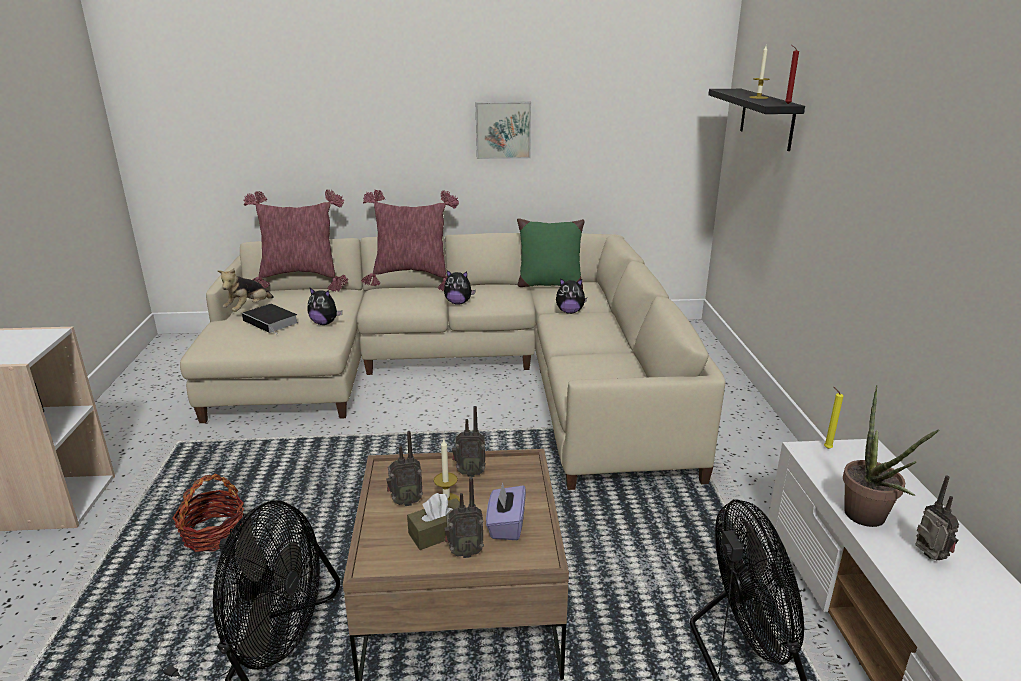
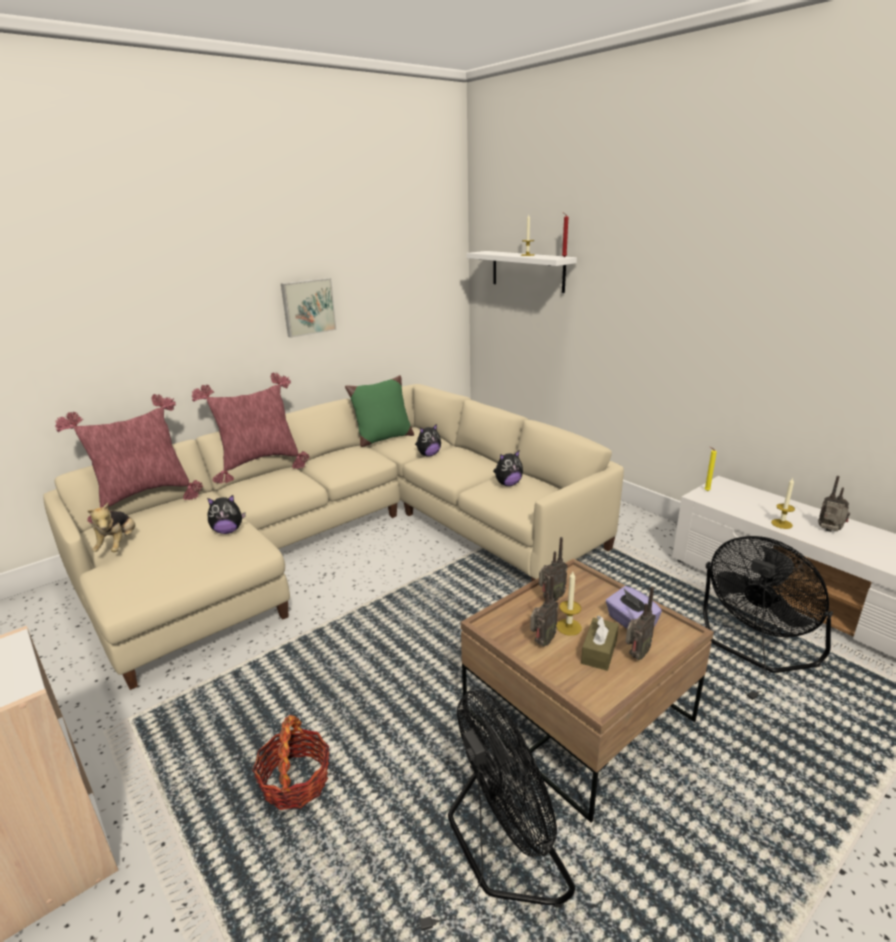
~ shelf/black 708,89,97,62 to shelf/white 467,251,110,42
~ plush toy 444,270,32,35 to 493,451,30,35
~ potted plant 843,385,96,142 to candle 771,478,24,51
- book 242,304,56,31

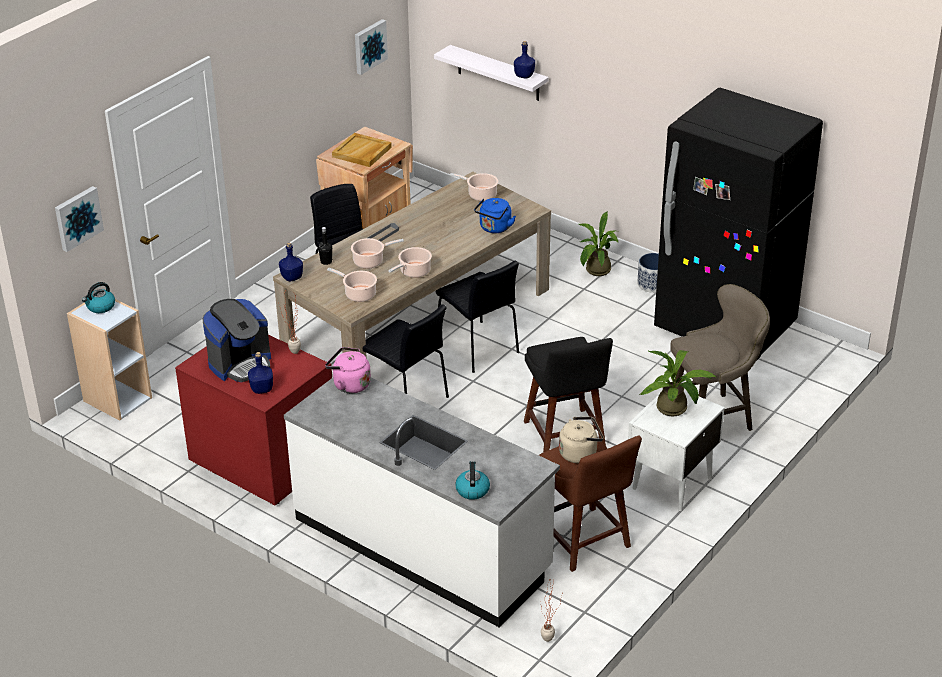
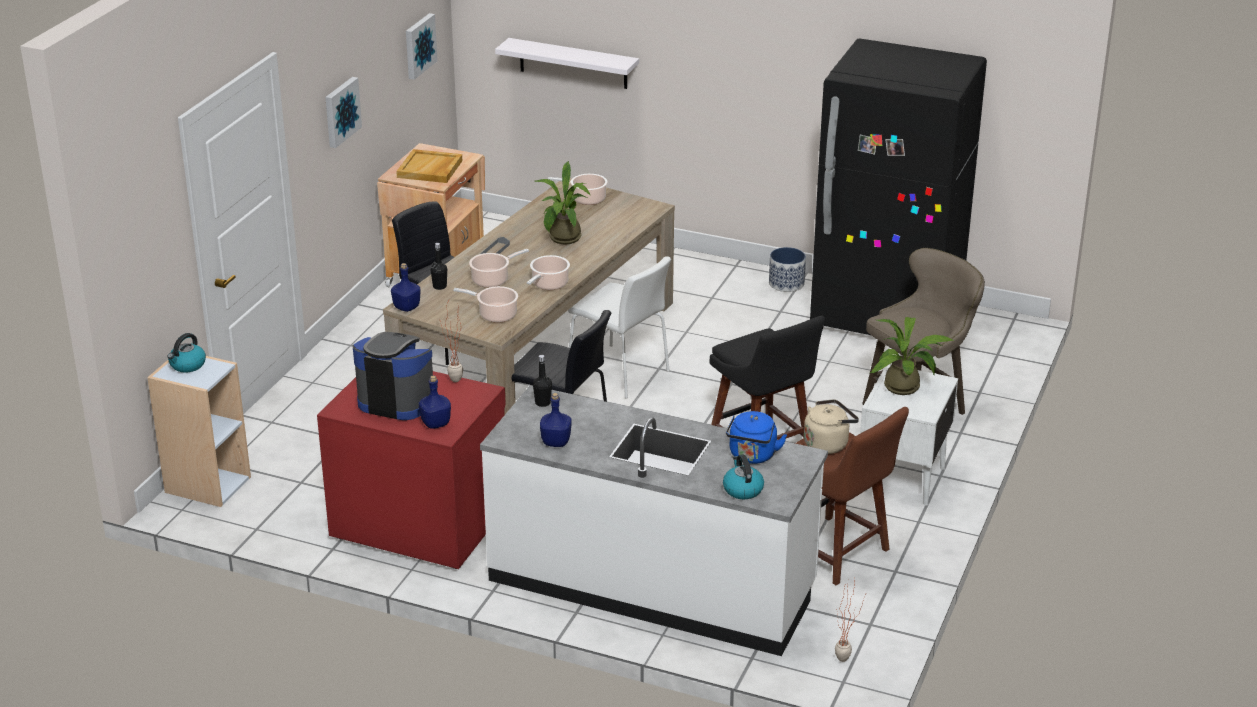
~ picture 55,186,49,66 to 325,77,37,71
~ coffee machine 202,299,69,83 = 353,332,80,88 105 degrees counterclockwise
~ kettle/pink 325,347,46,46 to bottle/black 533,355,19,52
~ potted plant 579,211,40,65 to 535,161,55,83
~ bottle/blue 514,41,21,37 to 540,393,32,54
~ chair/black 436,260,83,113 to chair/white 568,256,103,143
~ kettle/blue 474,198,42,35 to 726,411,61,53

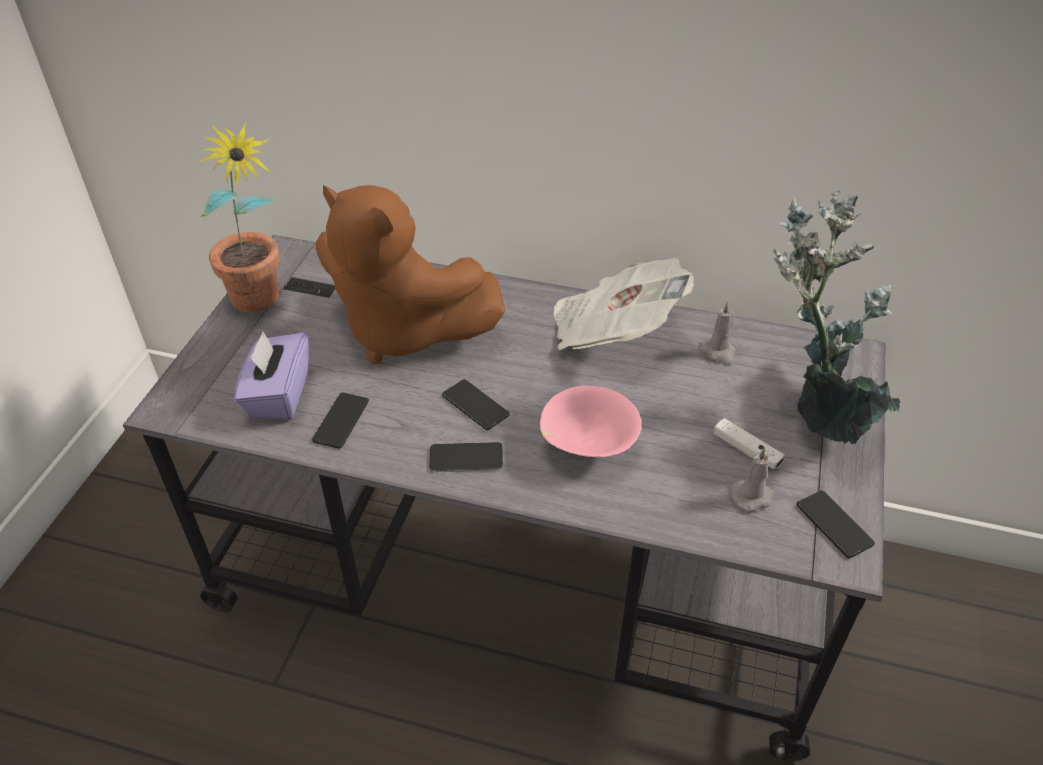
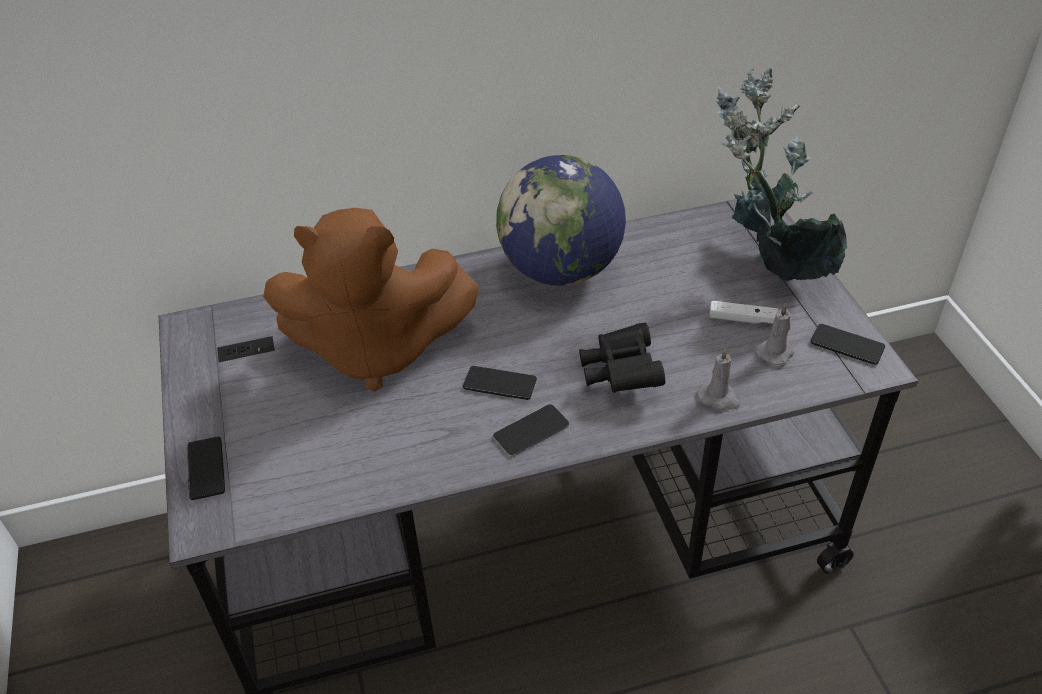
~ phone 312,392,57,57 to 187,436,38,64
~ newspaper 554,258,140,92 to globe 496,155,130,131
~ bowl/pink 540,386,102,71 to binoculars/black 579,323,86,70
~ candle/grey 700,302,36,63 to 697,348,43,62
- potted plant 199,124,80,188
- tissue box/purple 234,332,75,88

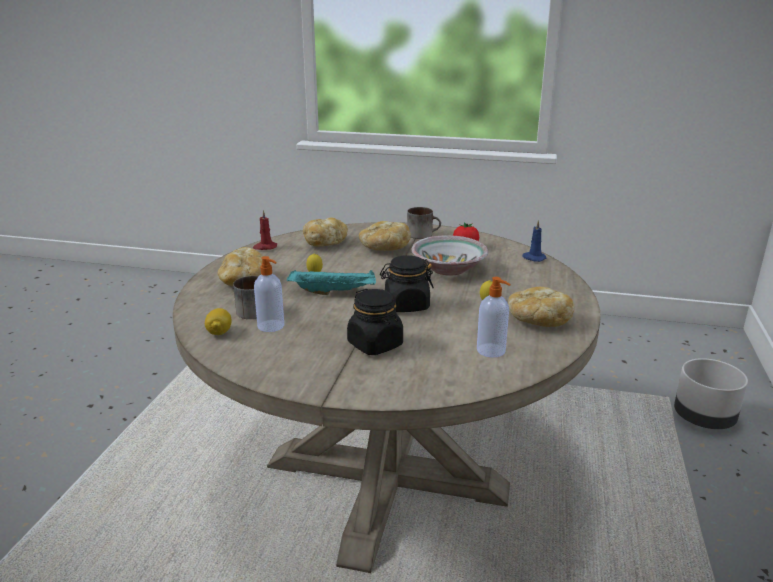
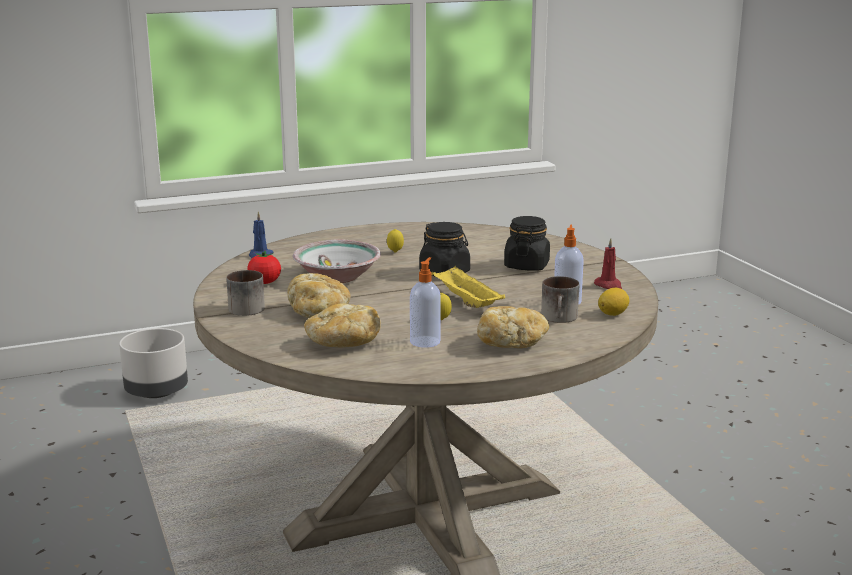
~ soap dispenser 477,277,34,80 to 410,257,31,91
~ tray/turquoise 287,270,89,25 to tray/yellow 431,267,74,41
~ candle/red 253,210,24,40 to 594,238,28,51
- bread 508,287,67,40

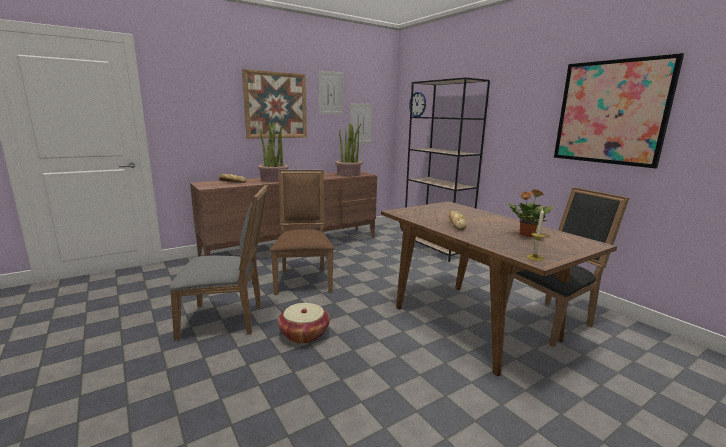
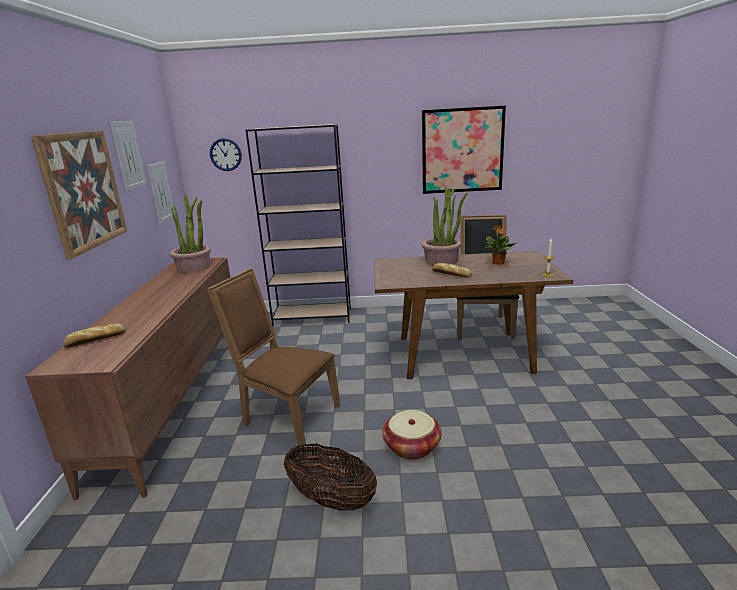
~ chair/grey 169,185,99,155 to basket 284,443,93,67
~ potted plant 258,123,31,59 to 422,187,46,78

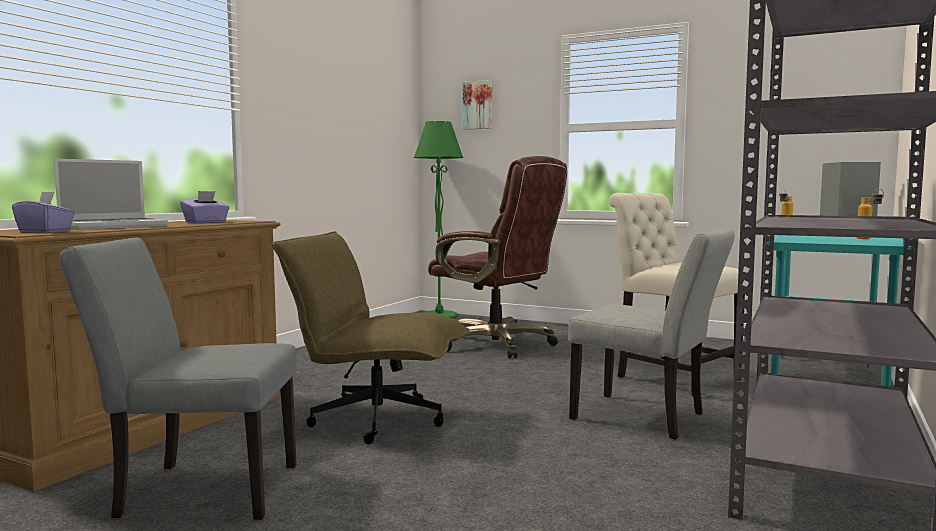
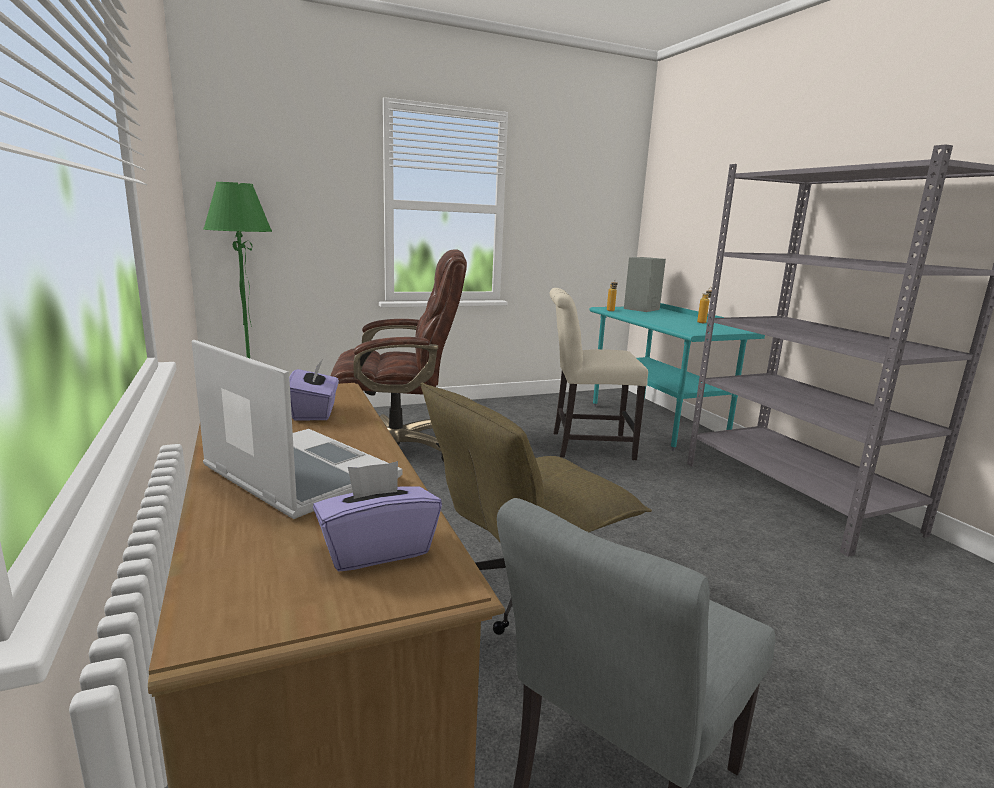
~ laptop 54,158,114,71 = 192,340,211,179 45 degrees counterclockwise
- picture 462,80,30,50
- chair/grey 568,228,167,212

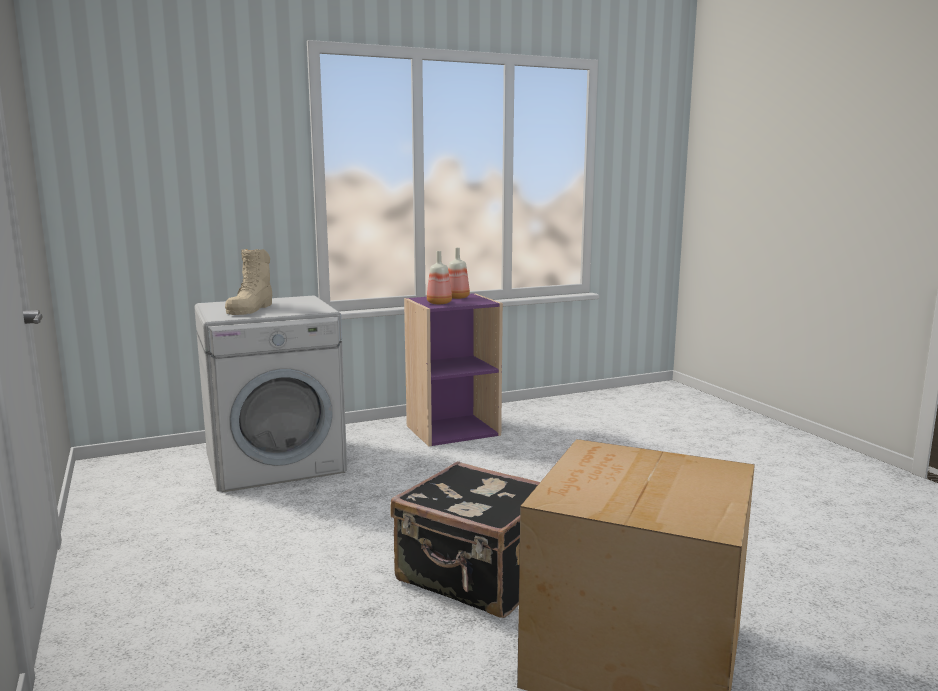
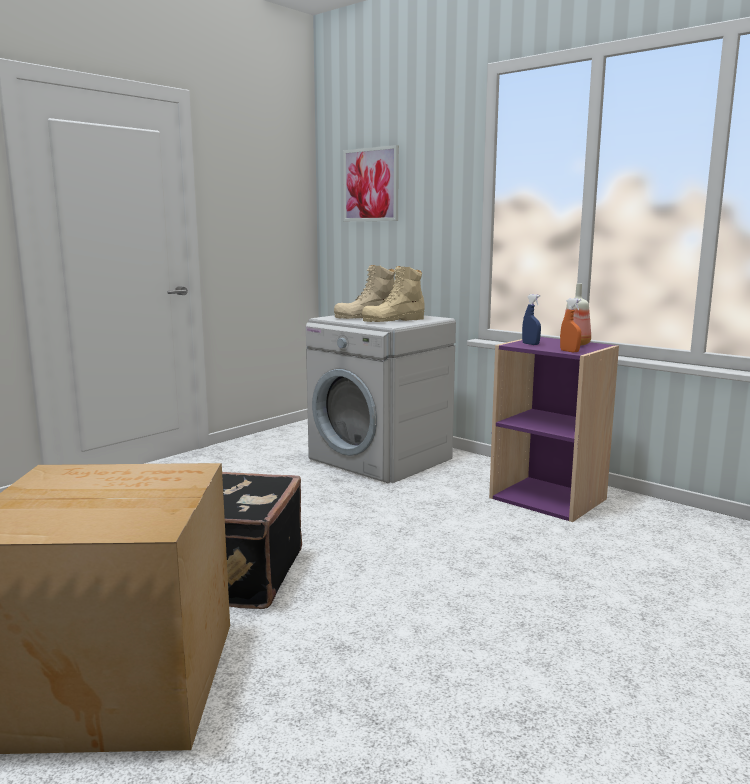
+ picture 343,145,56,76
+ boot/beige 362,266,63,56
~ bottle 427,251,25,53 to spray bottle/blue 522,294,19,51
+ spray bottle/orange 560,298,21,54

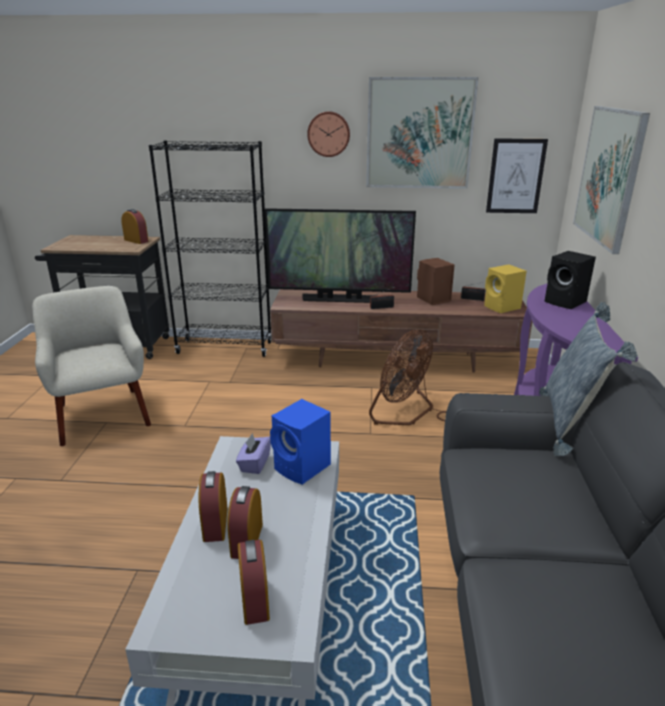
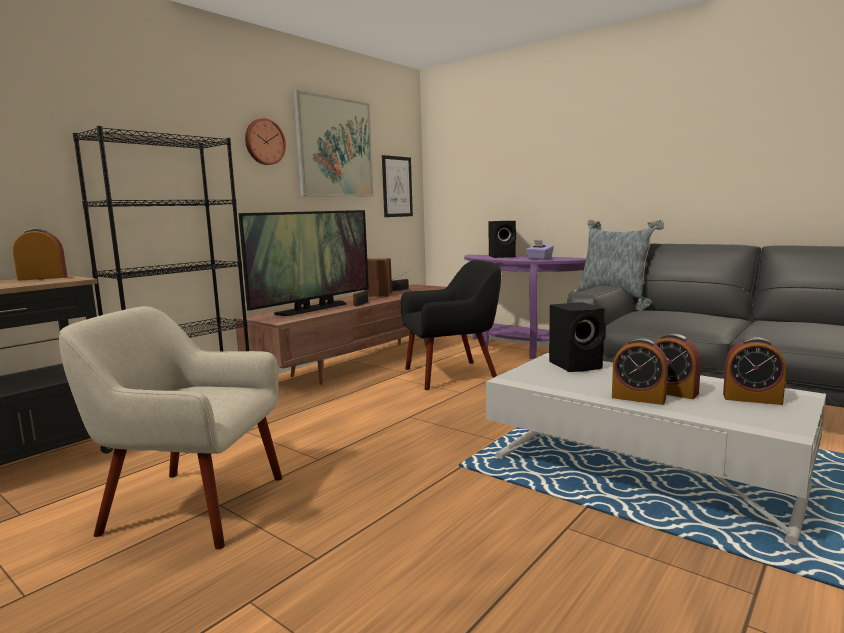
~ fan/brown 369,329,78,96 to armchair/black 401,260,100,130
~ tissue box/purple 236,433,35,41 to 526,240,28,20
~ speaker/blue 270,399,61,86 to speaker/black 549,302,57,70
- speaker/yellow 484,264,43,49
- picture 573,106,77,148

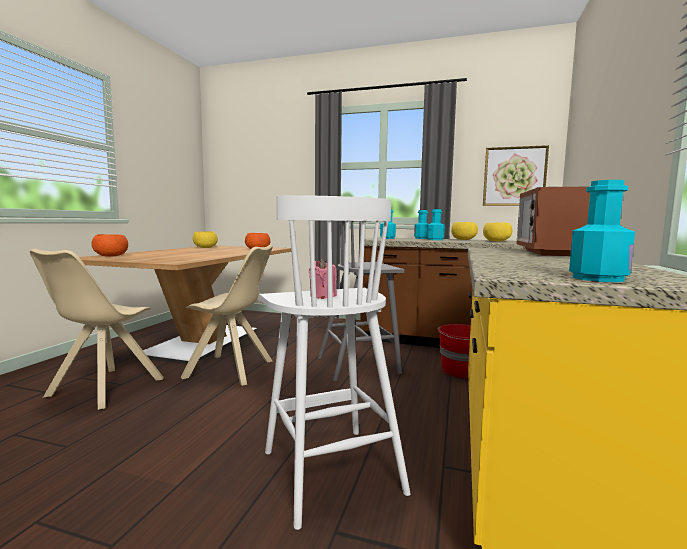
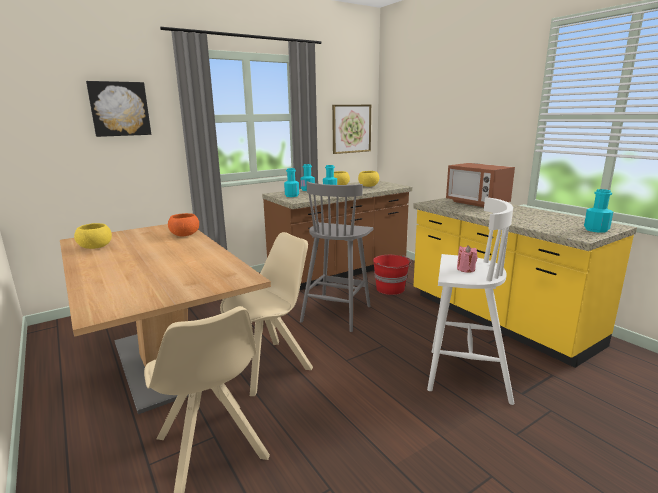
+ picture 86,81,65,56
- bowl/orange 92,234,36,23

